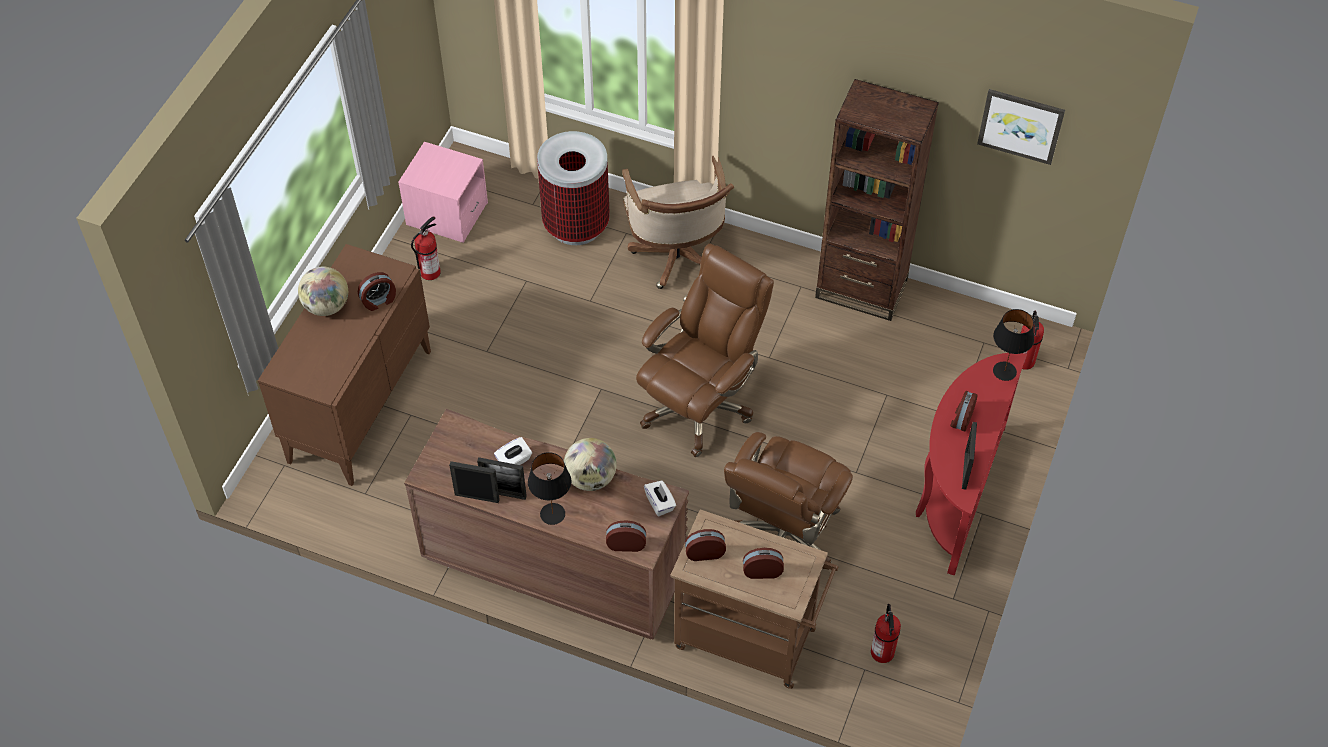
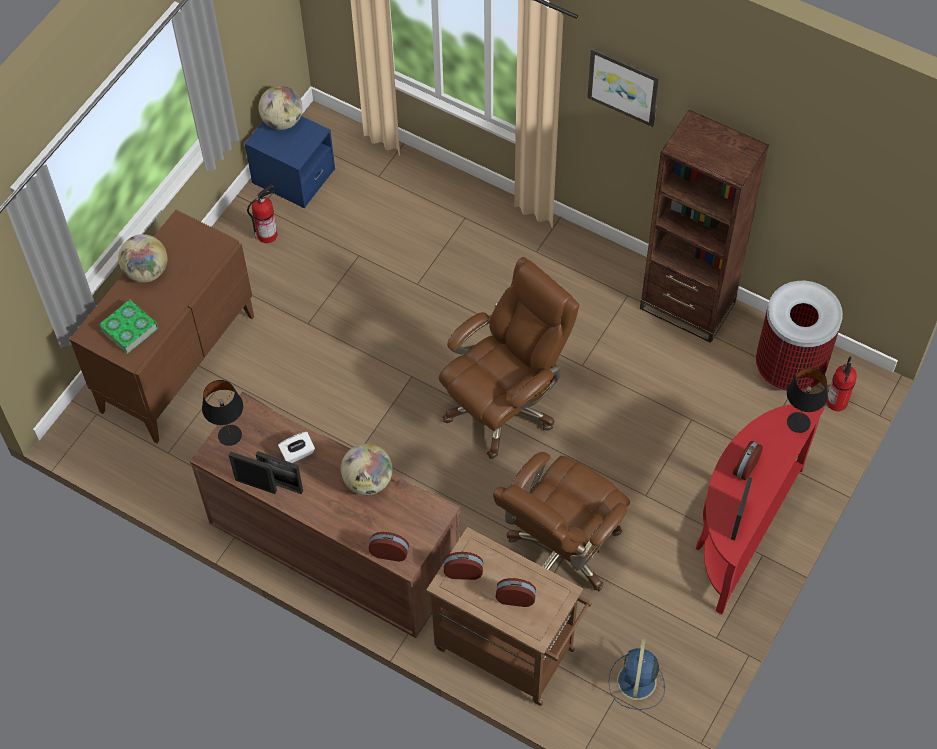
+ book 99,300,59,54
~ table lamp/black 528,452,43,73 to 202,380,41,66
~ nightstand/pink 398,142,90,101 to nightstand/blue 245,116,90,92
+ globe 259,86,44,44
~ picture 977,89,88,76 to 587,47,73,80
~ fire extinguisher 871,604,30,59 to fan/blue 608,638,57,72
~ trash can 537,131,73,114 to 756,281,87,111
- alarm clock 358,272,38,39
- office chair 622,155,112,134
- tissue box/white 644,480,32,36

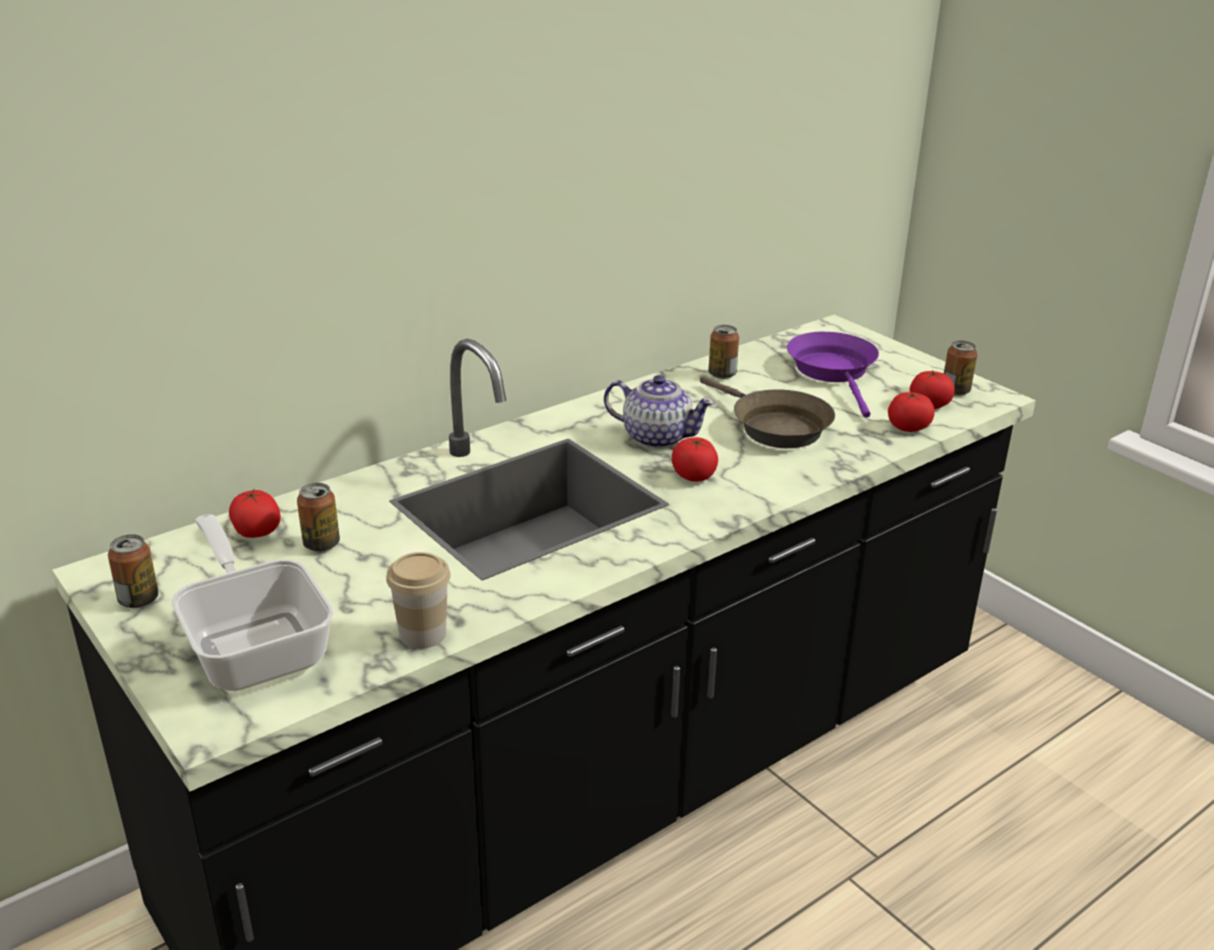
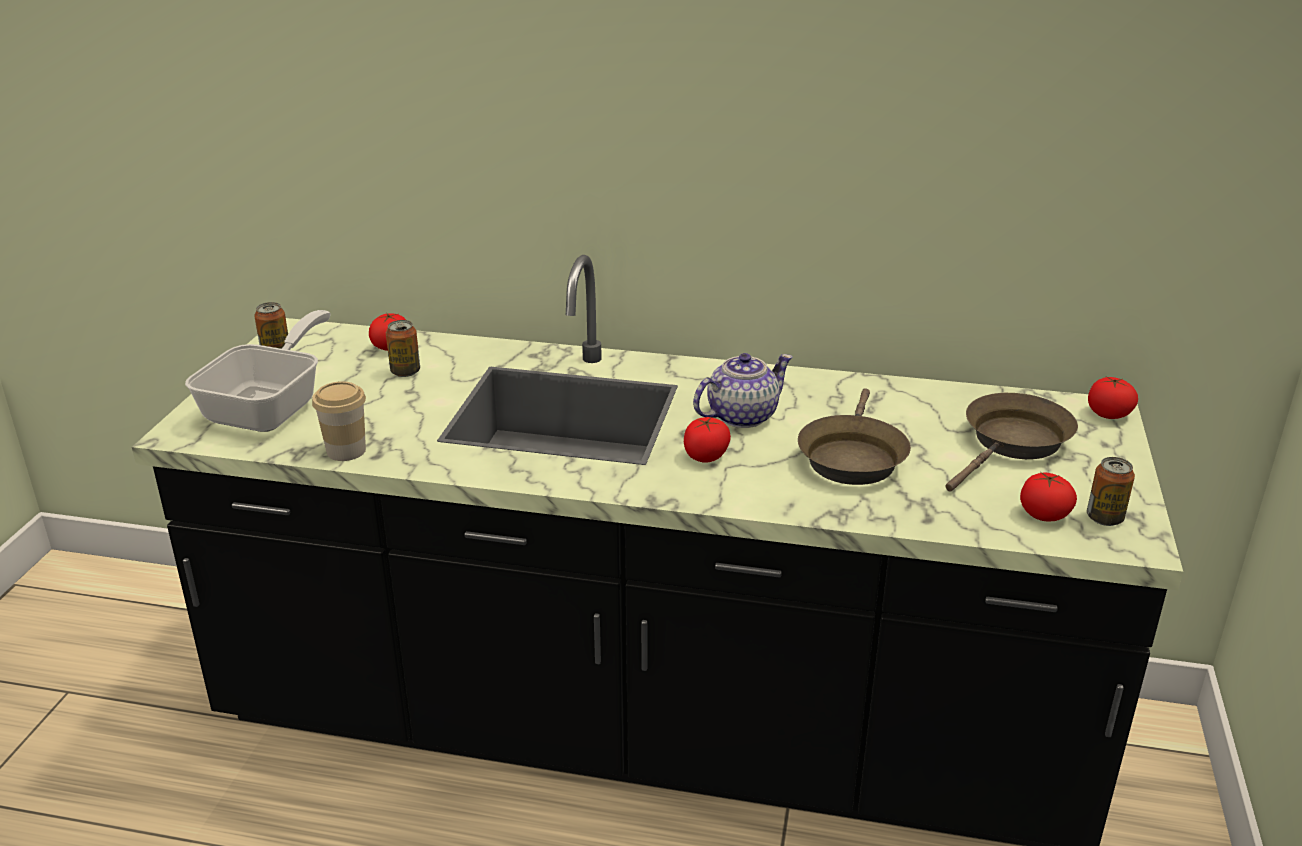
~ teapot 604,375,111,74 = 693,353,100,75 105 degrees counterclockwise
~ frying pan/purple 787,332,92,86 to frying pan/brown 945,393,133,99
~ tomato 888,391,47,41 to 1088,376,50,43
- can 709,325,30,54

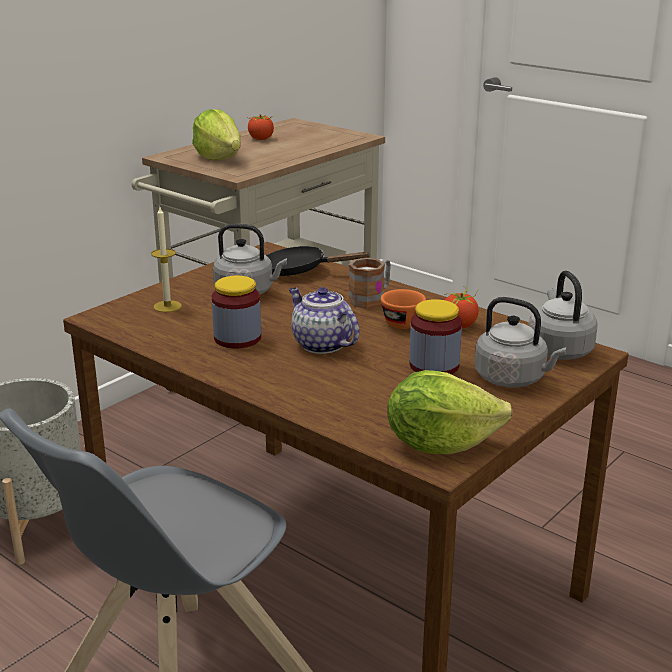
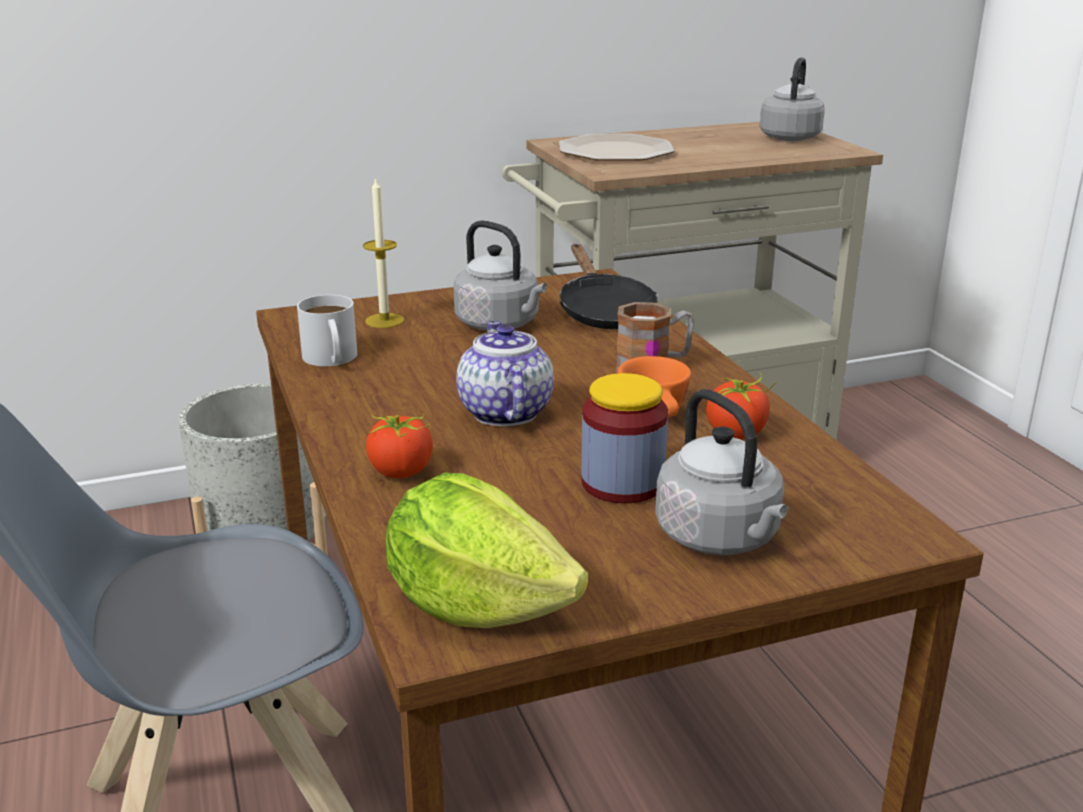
+ mug/white 297,295,60,71
~ tomato 248,114,26,26 to 366,414,67,64
~ lettuce 192,109,49,52 to plate 559,134,115,27
~ frying pan/black 266,246,105,30 = 560,244,97,85 150 degrees counterclockwise
~ kettle/grey 528,271,70,89 to 760,57,65,84
- jar 212,276,49,73

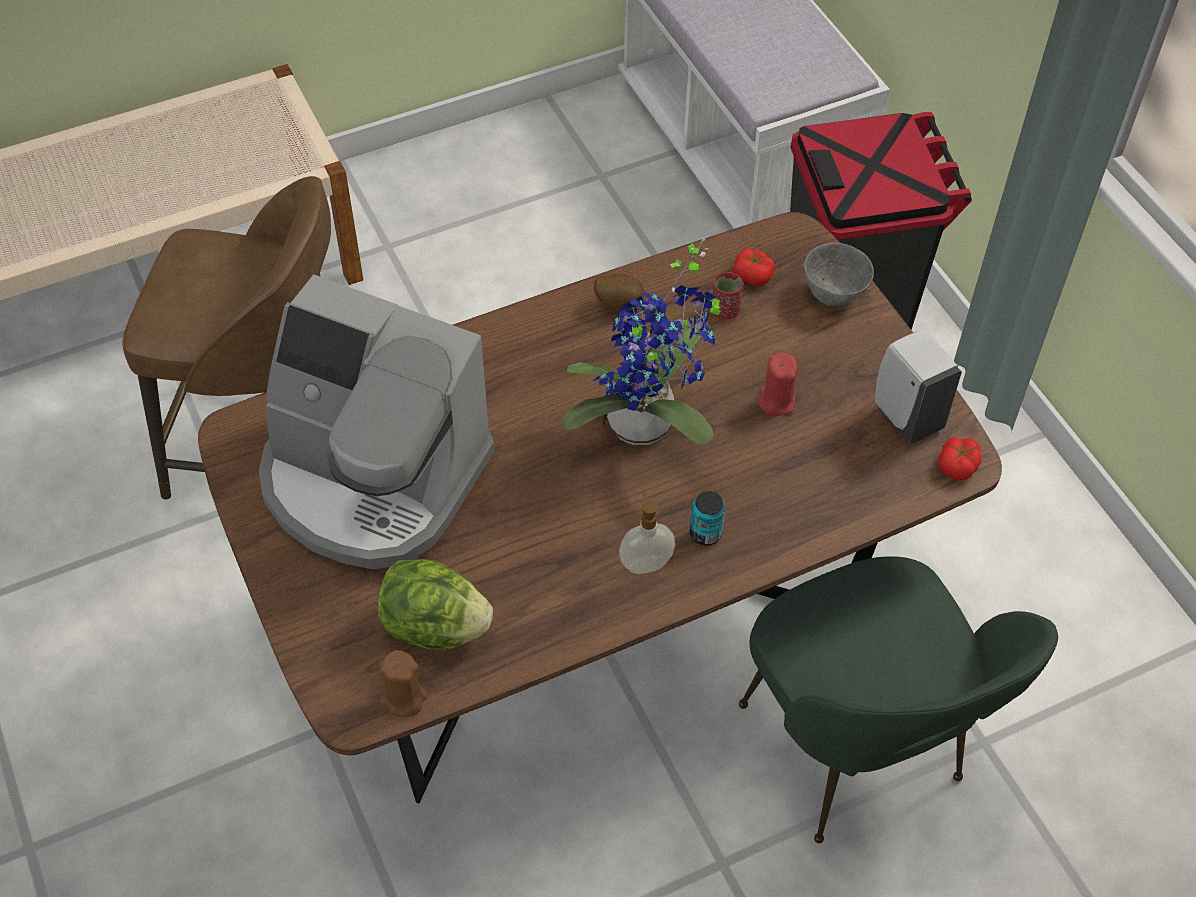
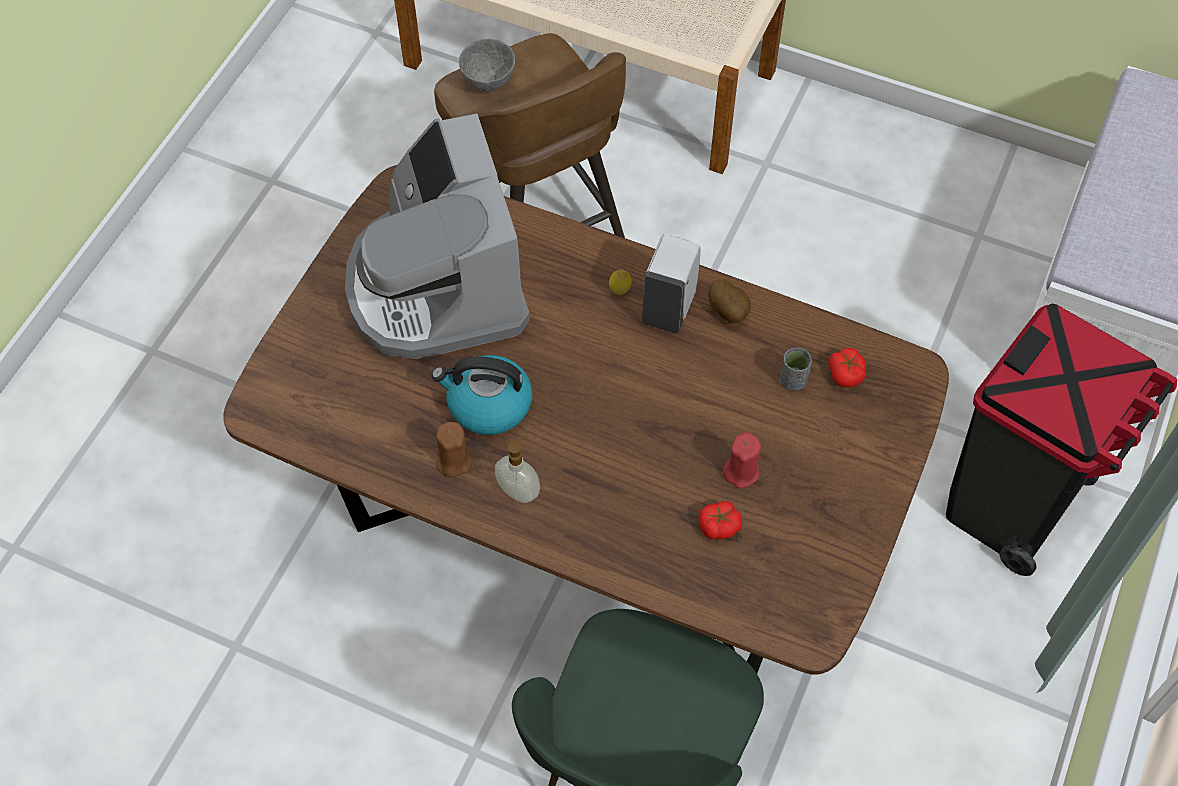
+ kettle 432,355,100,80
~ candle/brown 379,650,48,67 to 436,422,35,56
~ bowl/grey 804,243,70,63 to 459,39,56,53
+ lemon 609,270,23,25
~ soap dispenser/white 875,329,87,114 to 642,234,59,99
~ tomato 938,437,44,43 to 698,501,44,38
~ cup/red 713,272,30,47 to cup/grey 780,348,32,43
- lettuce 378,559,115,91
- potted plant 561,236,160,209
- can 690,491,35,55

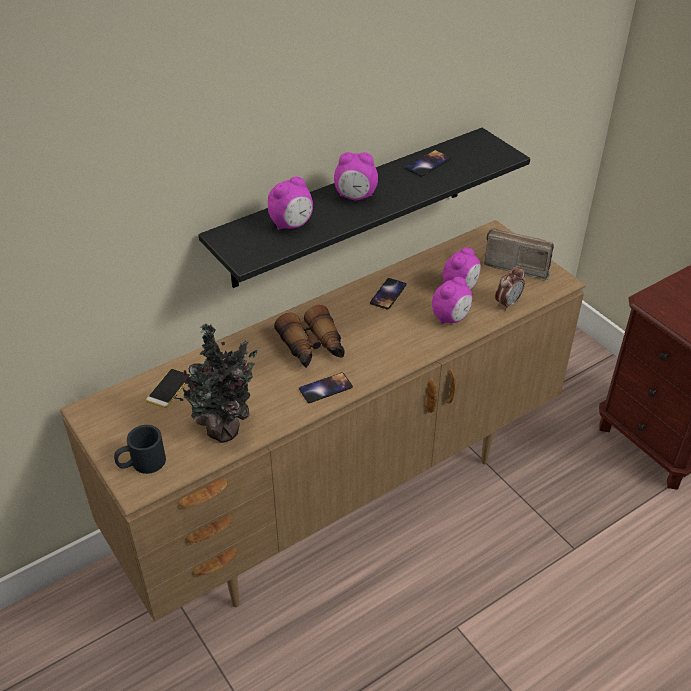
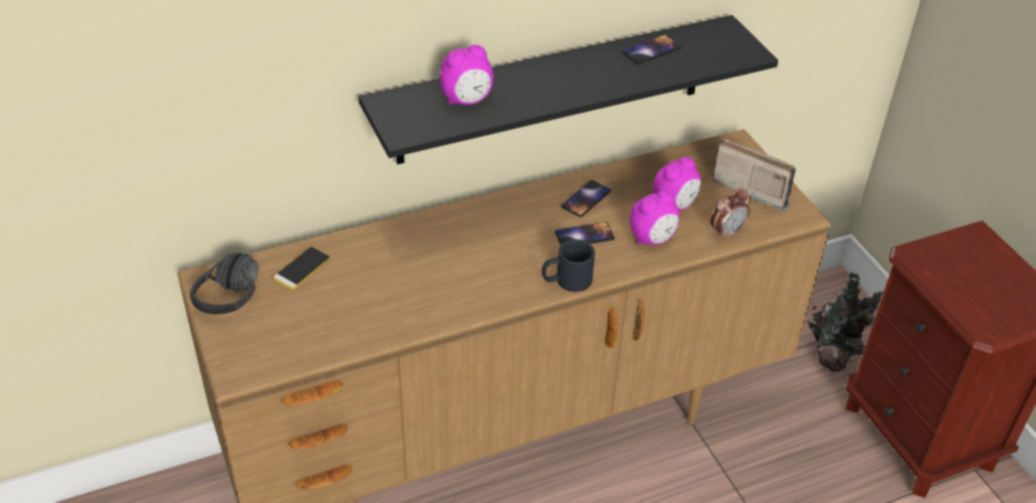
+ headphones/black 190,253,69,61
~ mug/black 114,425,52,49 to 542,239,53,53
~ phone 299,372,54,31 to 555,222,60,23
~ potted plant 173,324,86,119 to 807,272,76,100
- binoculars 274,305,71,63
- alarm clock 334,152,44,48

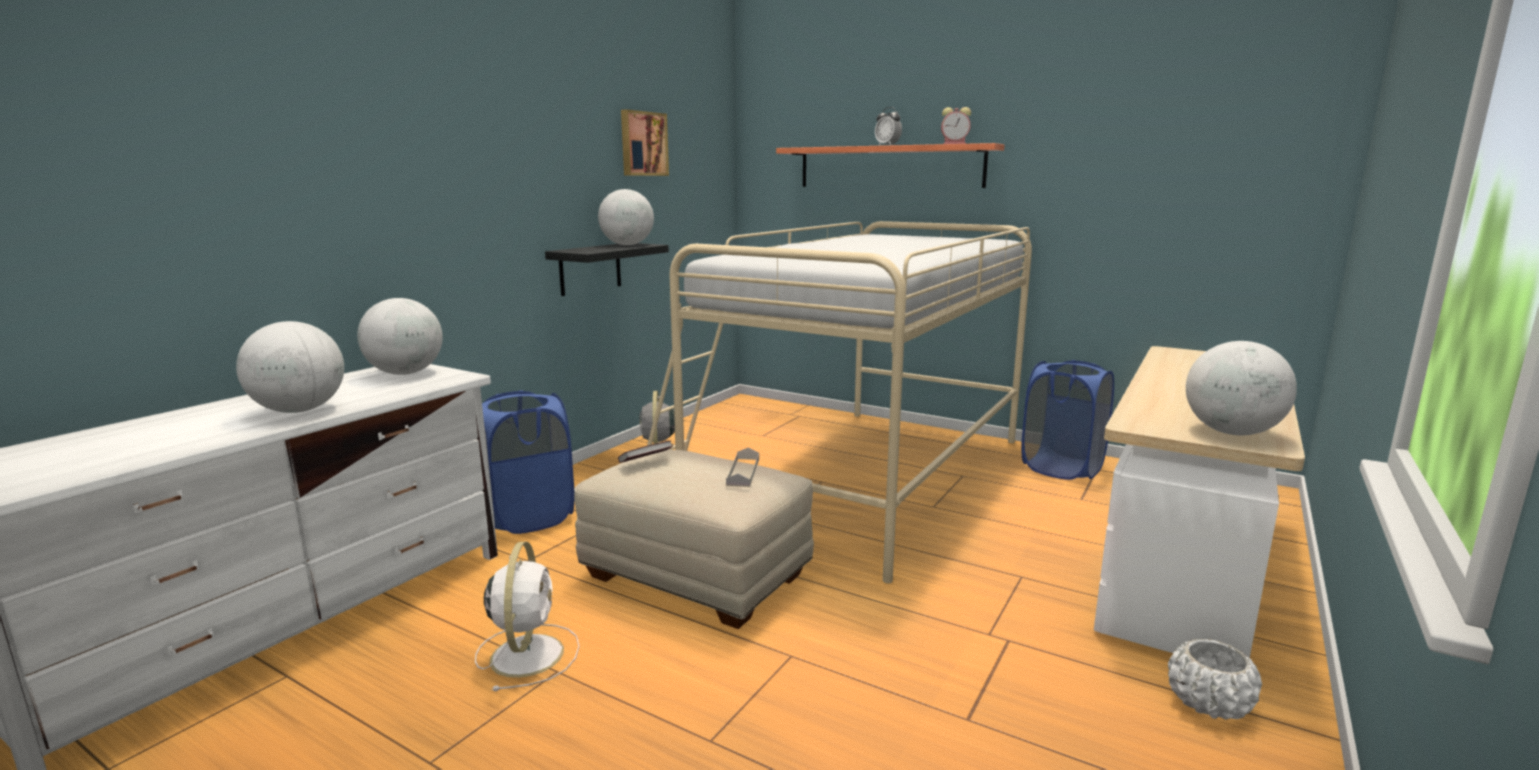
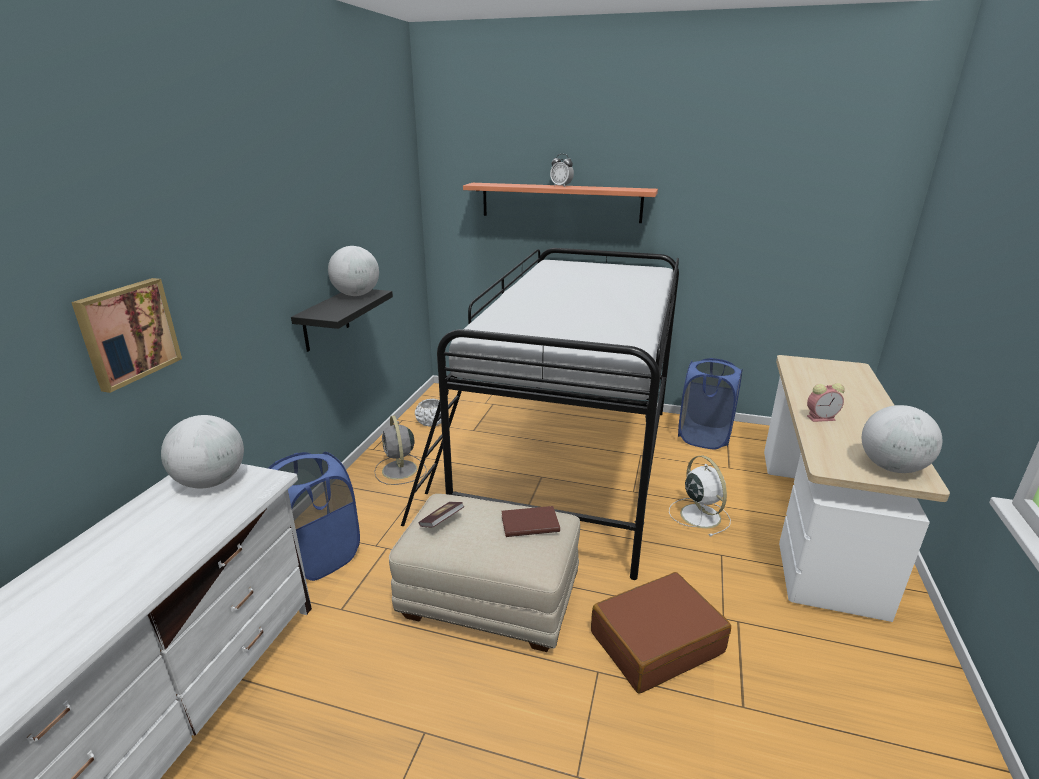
~ picture 621,109,48,67 to 71,278,111,115
~ bed/beige 647,221,385,362 to bed/black 401,248,278,332
~ planter/white 1168,639,94,81 to 415,399,26,28
~ tray/grey 726,448,33,39 to book/brown 501,506,59,31
+ suitcase/brown 591,572,140,122
~ fan/white 475,542,104,149 to 669,455,62,82
~ alarm clock 941,107,30,37 to 807,383,38,39
- globe 236,321,108,92

